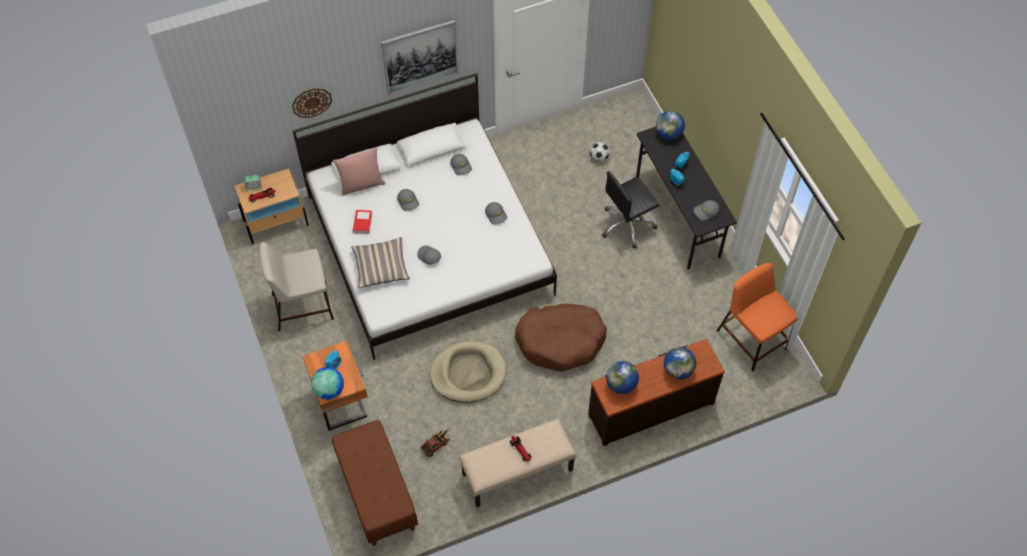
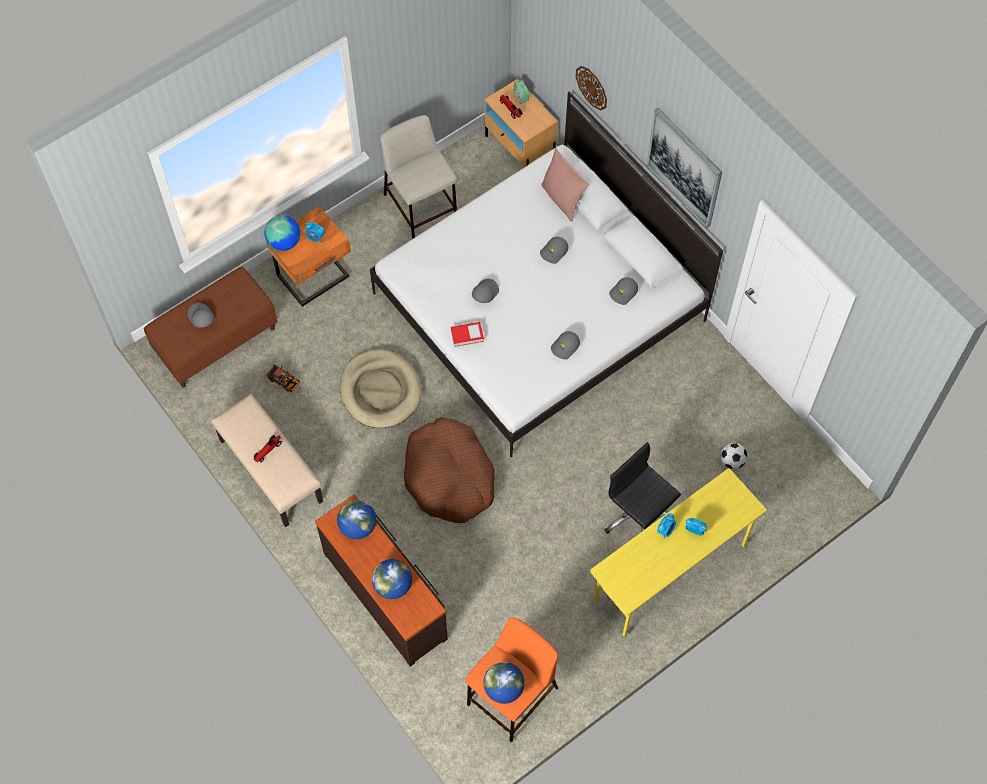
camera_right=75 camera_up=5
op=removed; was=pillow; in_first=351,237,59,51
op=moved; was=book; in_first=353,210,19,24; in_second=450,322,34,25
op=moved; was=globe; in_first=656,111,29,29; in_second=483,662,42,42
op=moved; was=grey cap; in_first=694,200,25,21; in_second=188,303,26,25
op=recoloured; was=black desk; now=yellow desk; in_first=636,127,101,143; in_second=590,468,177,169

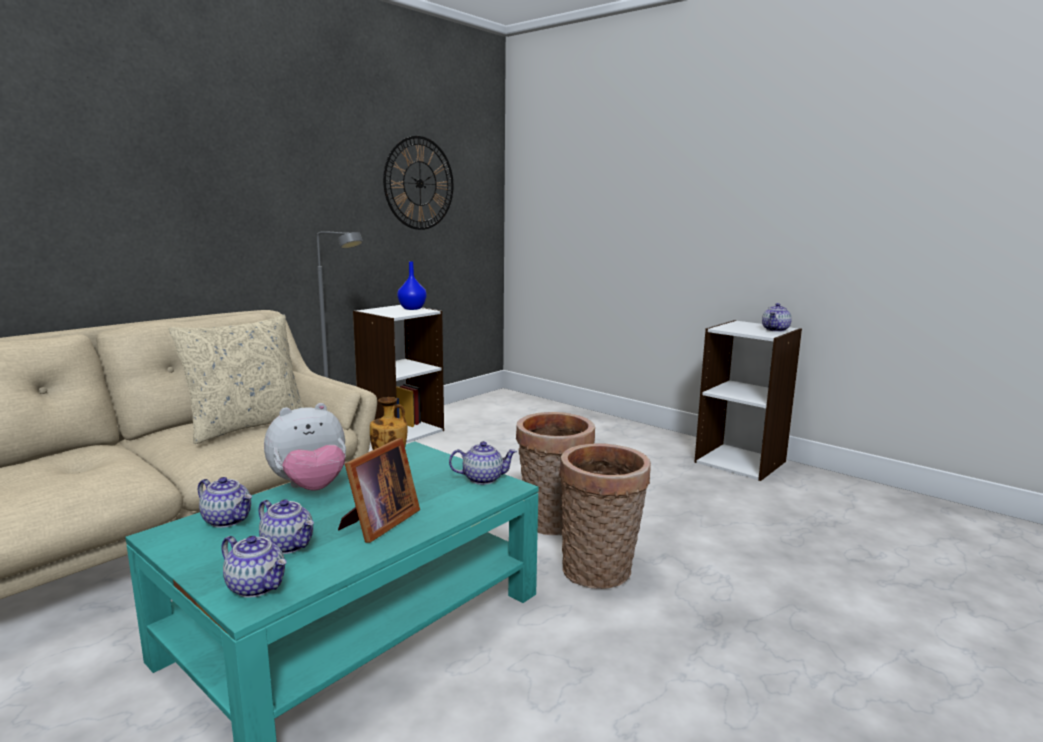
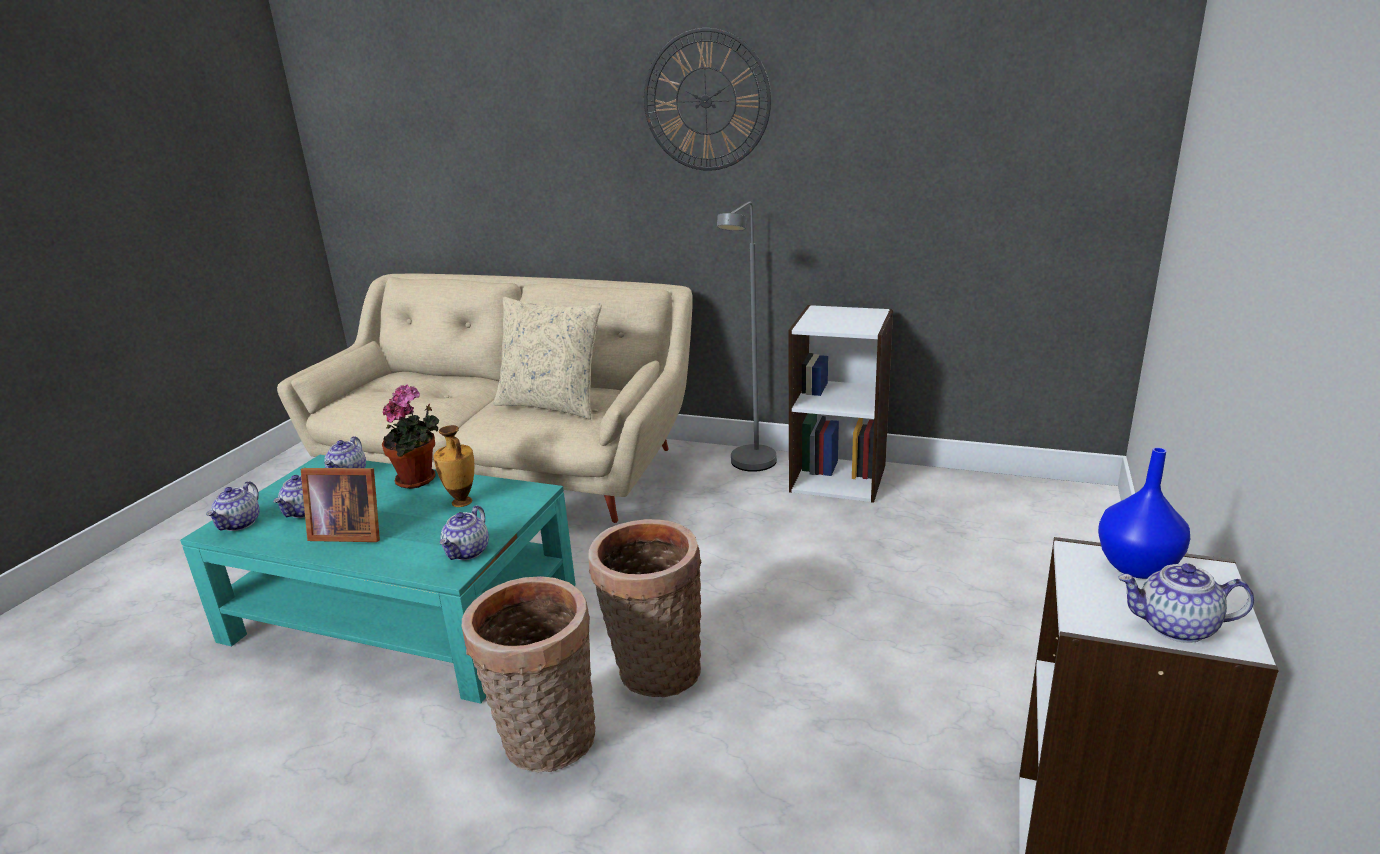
camera_right=70 camera_up=10
op=moved; was=wall clock; in_first=383,136,70,94; in_second=644,28,127,143
op=moved; was=blue vase; in_first=397,261,30,49; in_second=1098,448,92,131
op=replaced; was=plush toy; now=potted plant; in_first=264,403,82,88; in_second=382,384,57,105
op=turned; was=teapot; in_first=449,441,68,44; in_second=440,506,49,54; clockwise=45

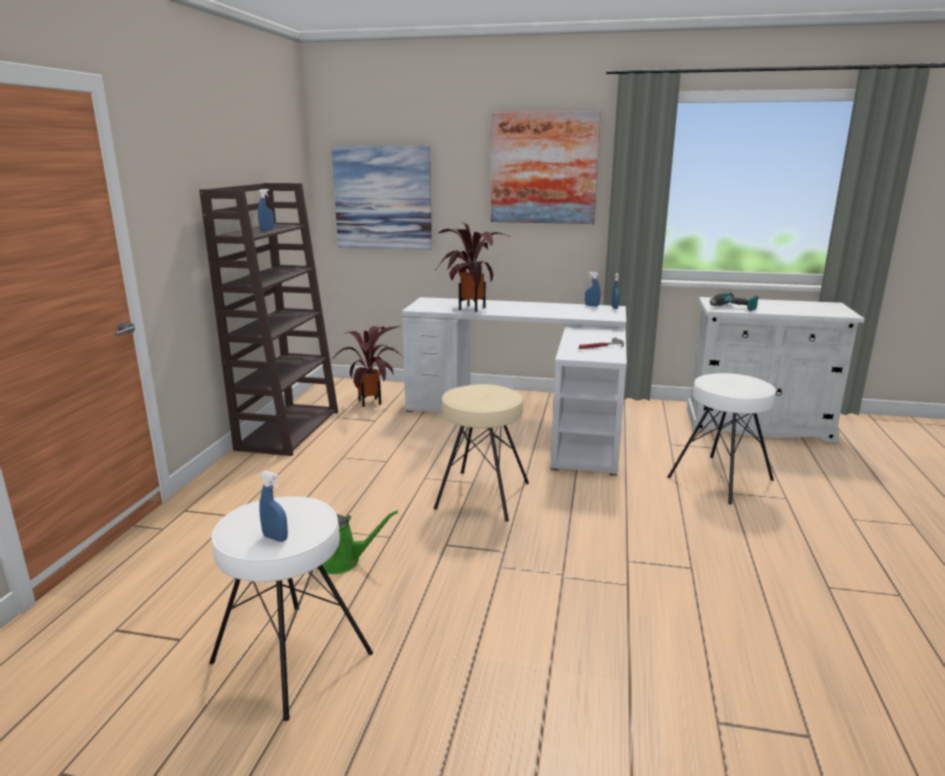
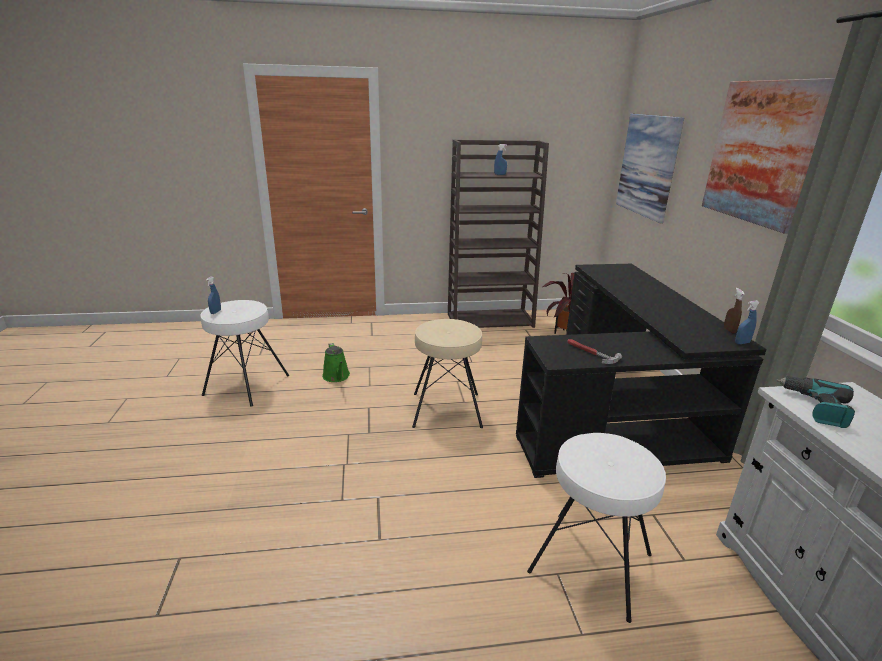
camera_right=70 camera_up=5
op=removed; was=potted plant; in_first=435,222,75,90
op=recoloured; was=white desk; now=black desk; in_first=402,297,225,179; in_second=516,264,251,214
op=recoloured; was=blue spray bottle; now=brown spray bottle; in_first=585,271,15,35; in_second=724,288,21,45

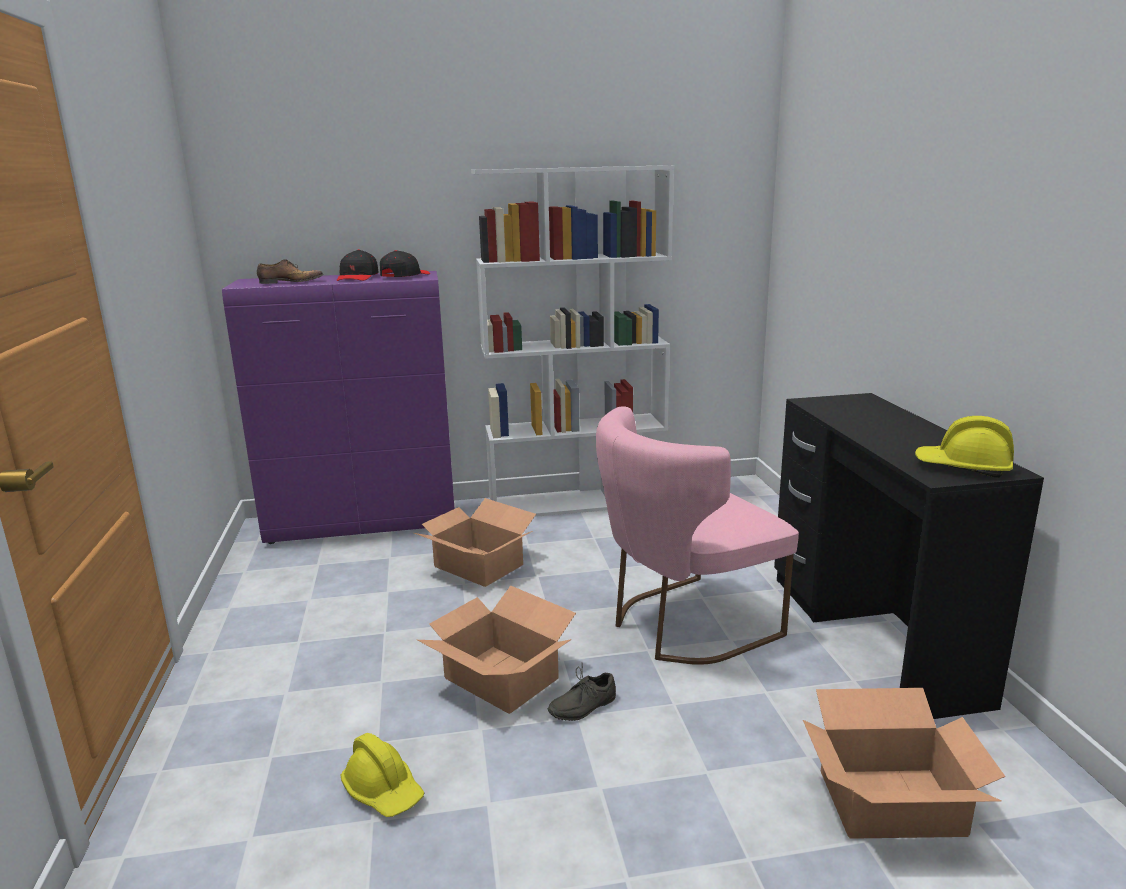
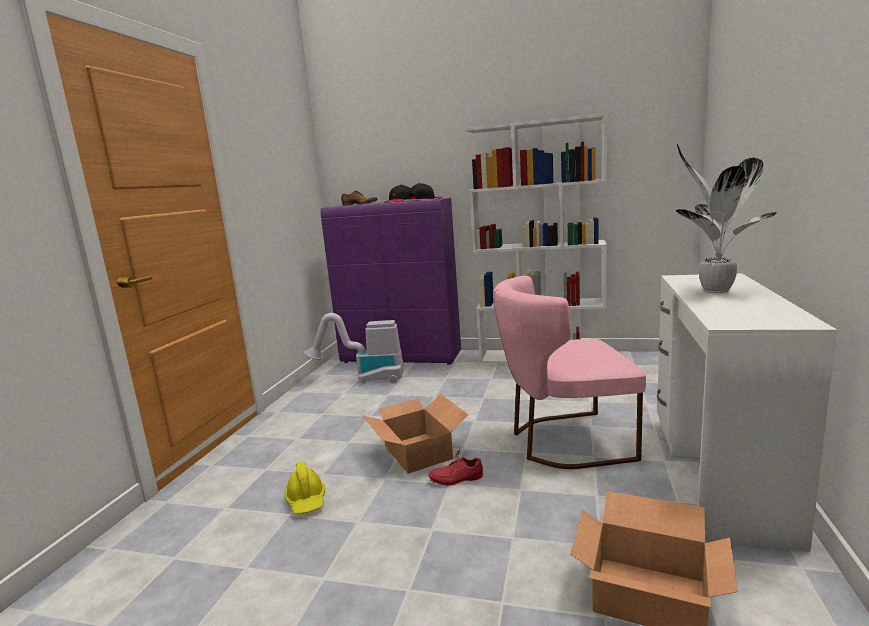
camera_right=25 camera_up=-5
op=removed; was=cardboard box; in_first=414,498,122,89
op=removed; was=yellow hard hat; in_first=915,416,99,62
op=added; now=vacuum cleaner; in_second=304,313,100,71
op=added; now=potted plant; in_second=676,144,101,149
op=recoloured; was=grey shoe; now=red shoe; in_first=548,664,68,57; in_second=429,449,54,37
op=recoloured; was=black desk; now=white desk; in_first=774,393,270,326; in_second=657,273,180,279

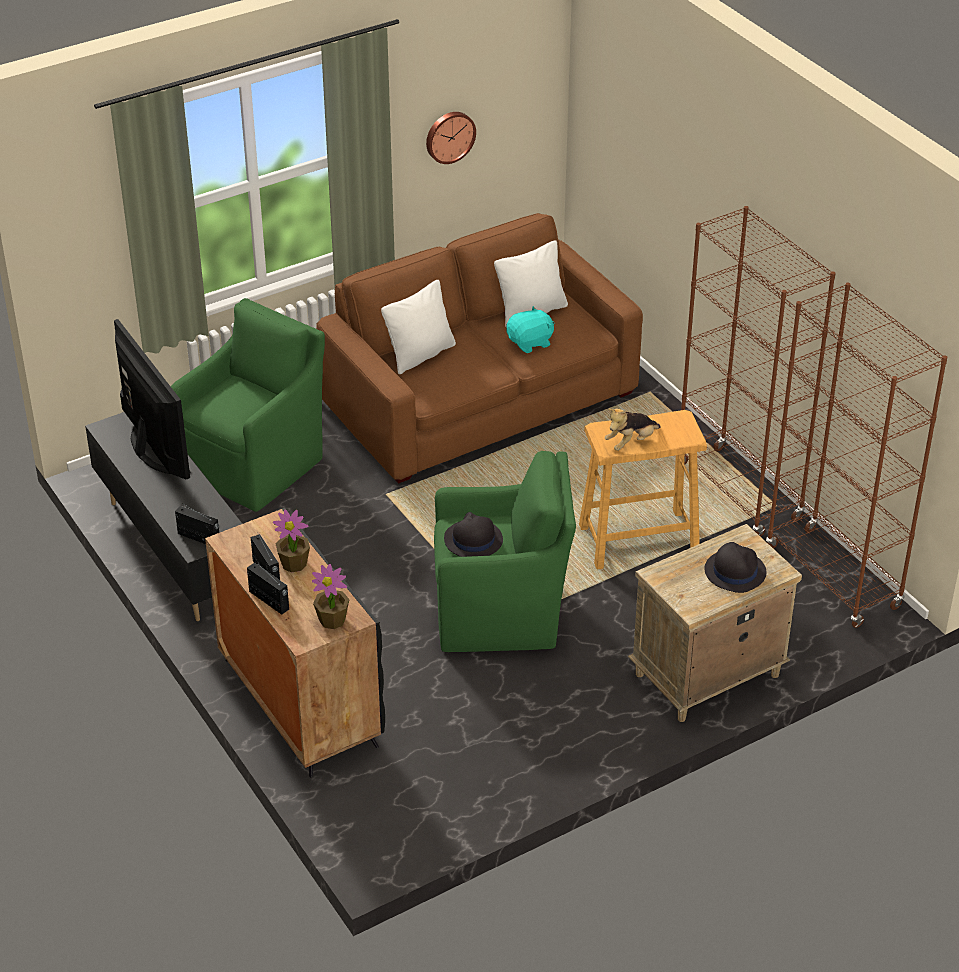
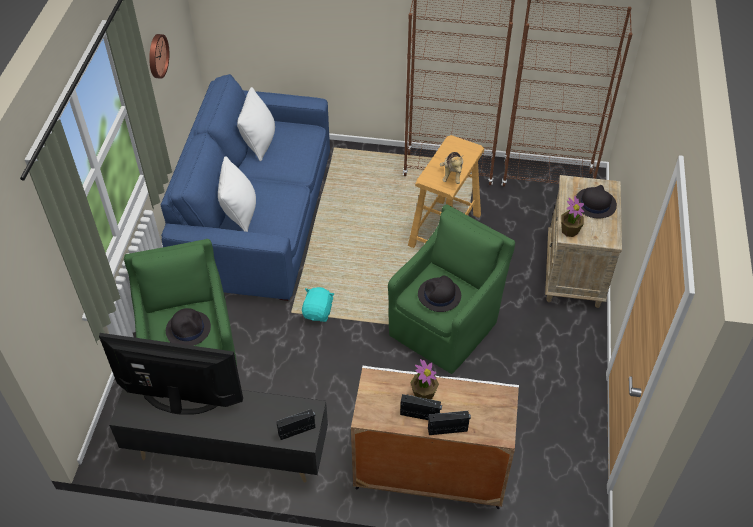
camera_right=-50 camera_up=10
op=added; now=black hat; in_second=166,308,45,38
op=moved; was=potted plant; in_first=312,564,38,65; in_second=561,196,23,41
op=moved; was=turquoise plush toy; in_first=506,306,49,47; in_second=302,287,32,35
op=recoloured; was=black cabinet; now=white cabinet; in_first=205,508,180,269; in_second=351,366,168,143
op=recoloured; was=brown sofa; now=blue sofa; in_first=316,213,327,271; in_second=161,74,169,227

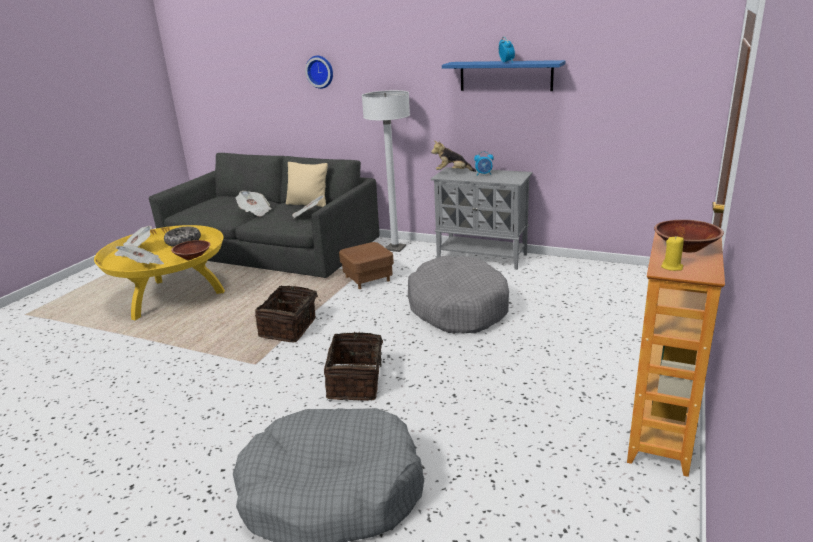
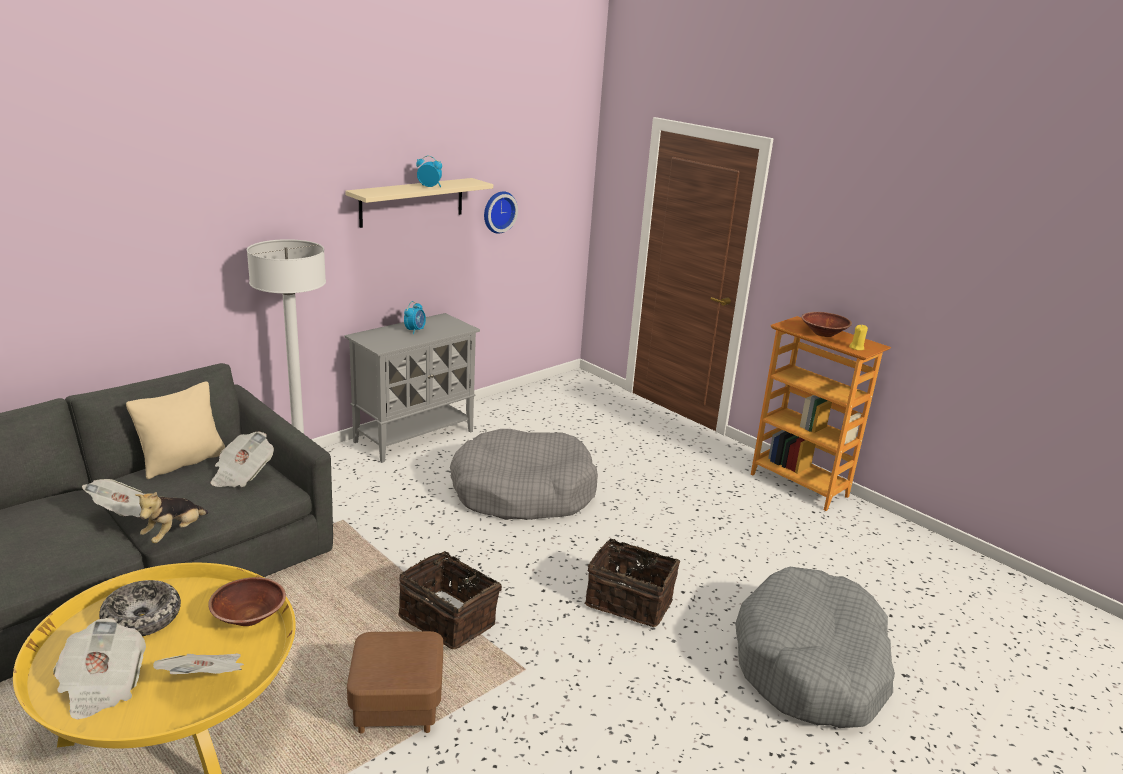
camera_right=-70 camera_up=0
op=moved; was=wall clock; in_first=305,56,28,33; in_second=484,191,34,43
op=moved; was=brown ottoman; in_first=339,242,55,47; in_second=347,631,96,103
op=moved; was=plush toy; in_first=431,141,45,31; in_second=135,492,74,51
op=recoloured; was=blue shelf; now=beige shelf; in_first=442,60,123,31; in_second=345,178,148,50

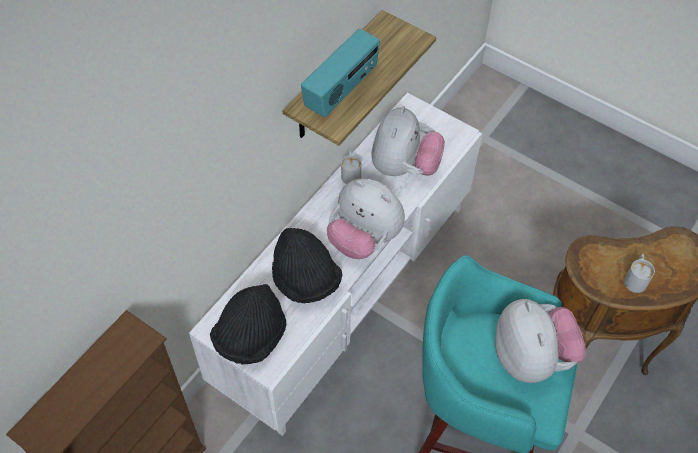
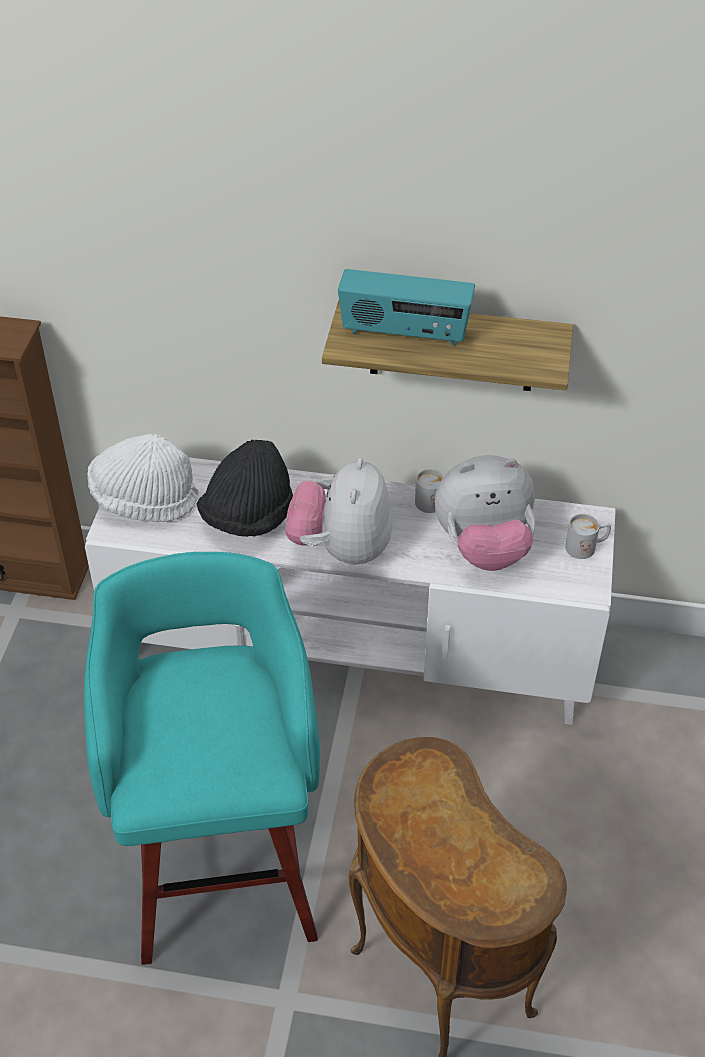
camera_right=65 camera_up=-10
op=removed; was=plush toy; in_first=495,299,91,84
op=moved; was=white mug; in_first=624,254,31,39; in_second=565,514,46,45
op=recoloured; was=black hat; now=white hat; in_first=210,284,76,80; in_second=87,434,111,88

